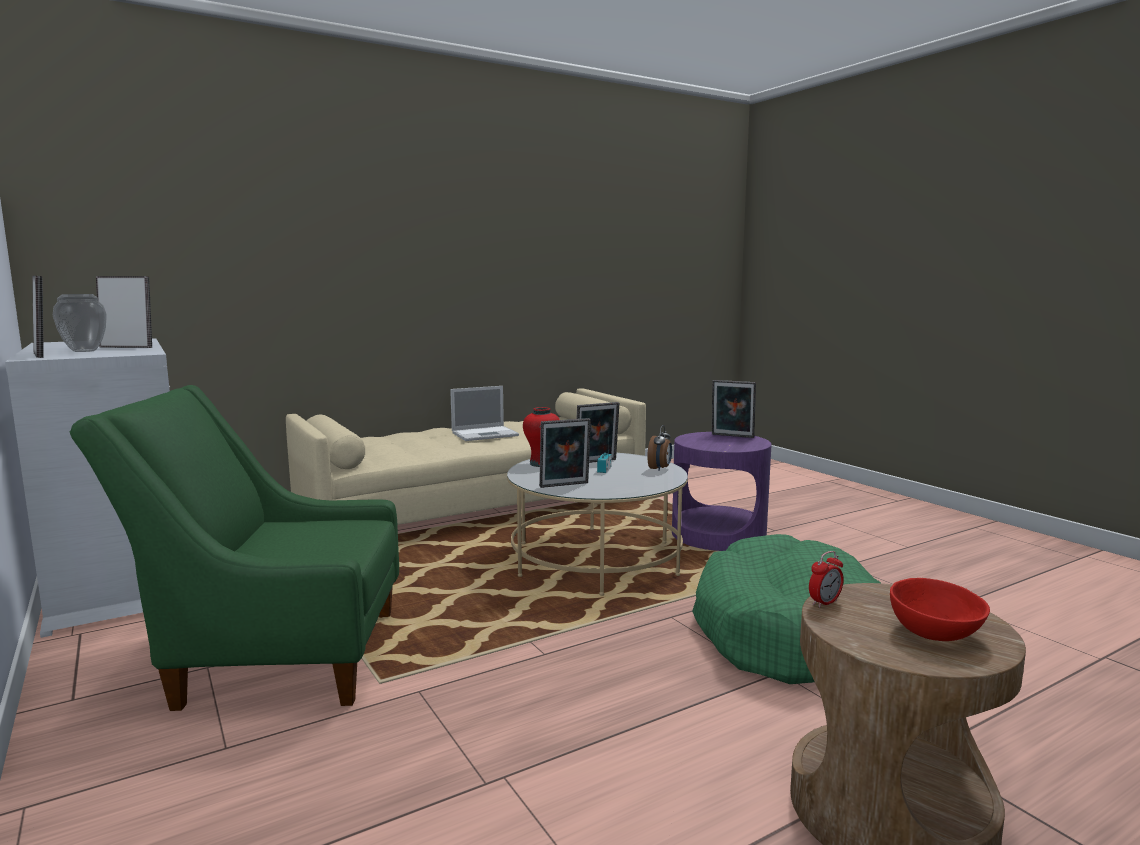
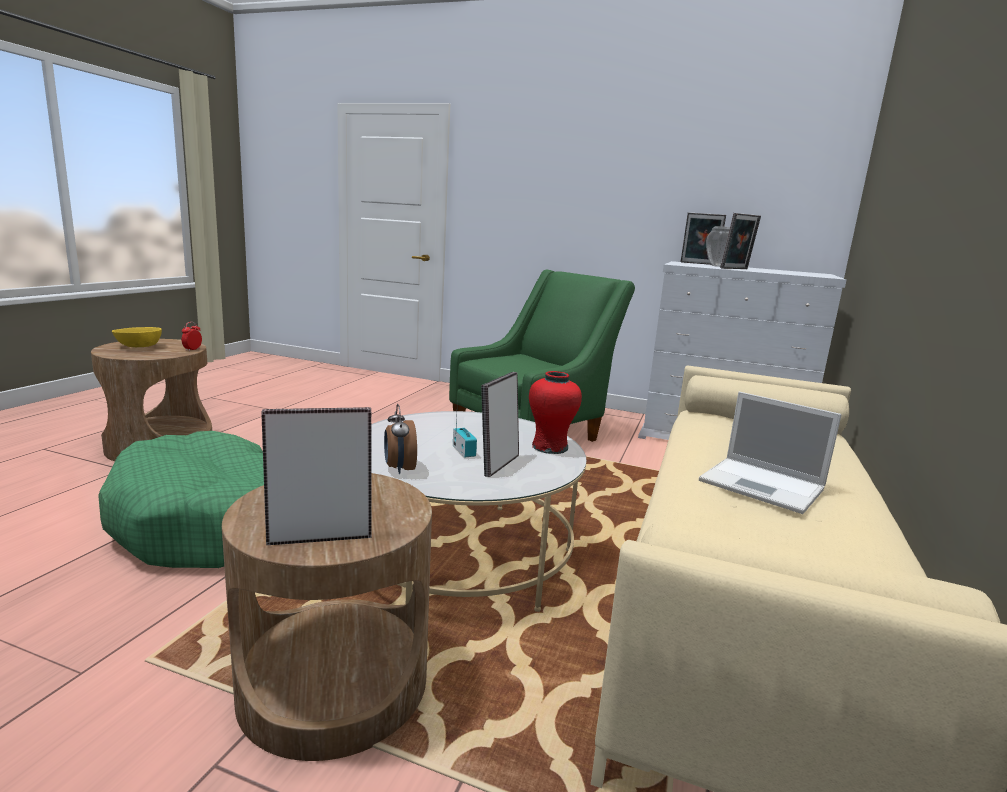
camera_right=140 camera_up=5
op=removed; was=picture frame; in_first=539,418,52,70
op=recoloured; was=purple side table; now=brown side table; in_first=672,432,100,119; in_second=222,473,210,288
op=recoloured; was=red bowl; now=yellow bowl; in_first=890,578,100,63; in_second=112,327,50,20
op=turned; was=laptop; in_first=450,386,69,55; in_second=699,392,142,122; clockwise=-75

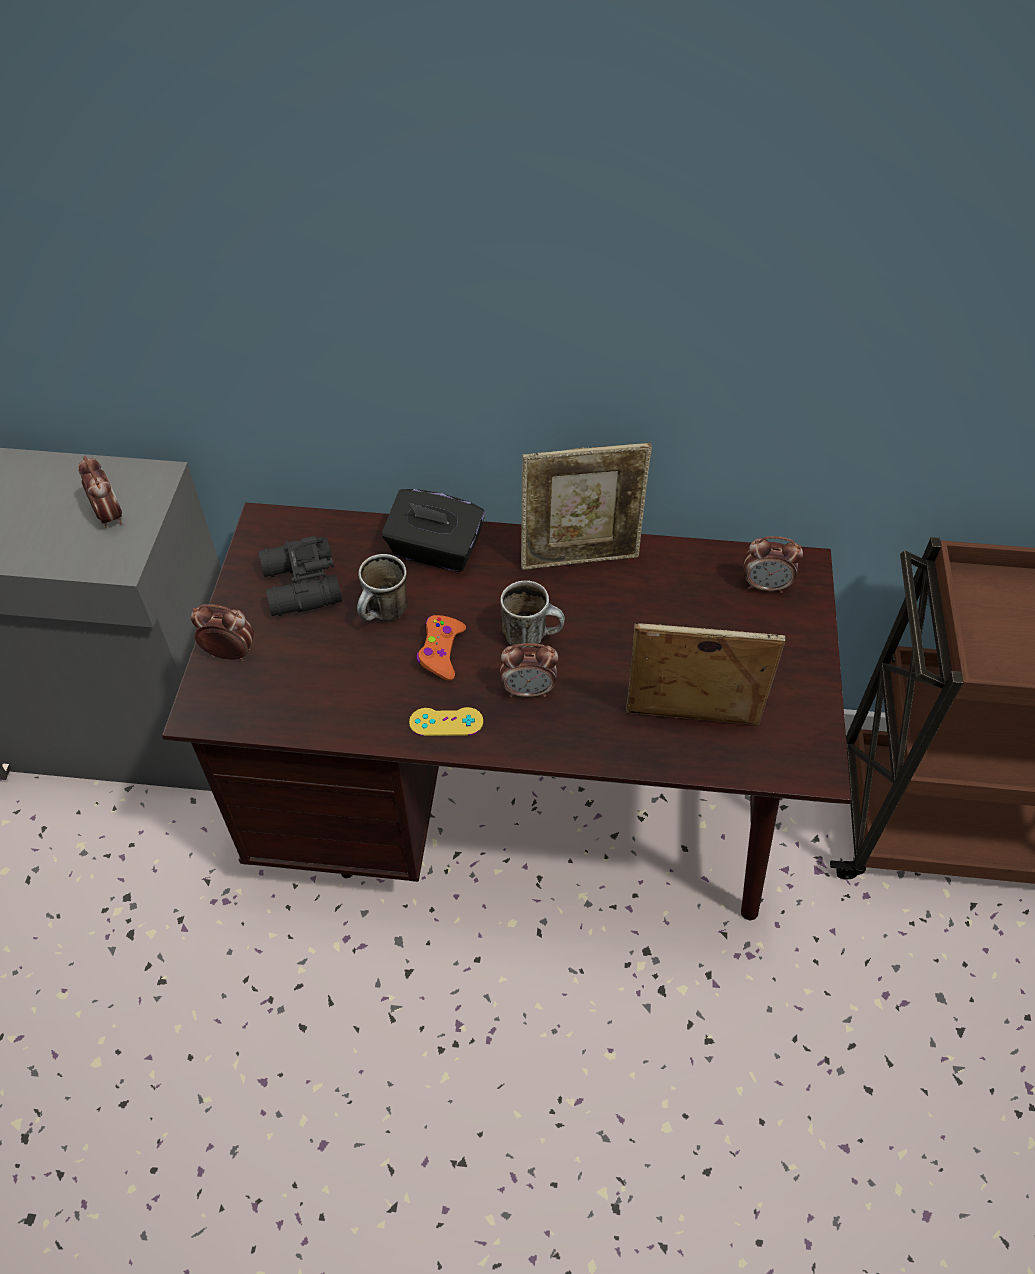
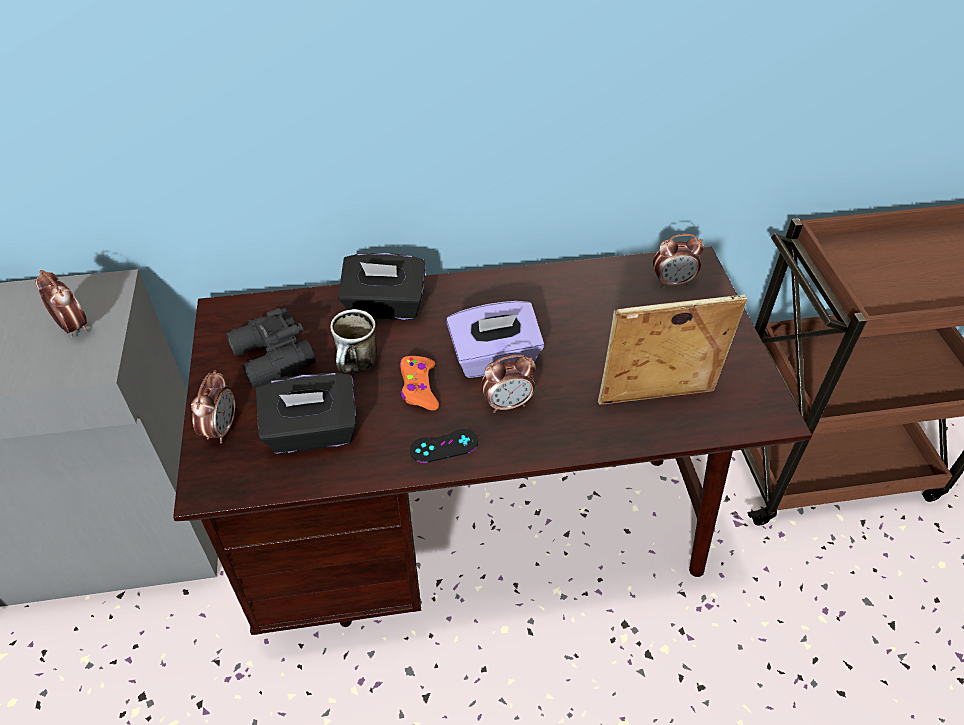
camera_right=-15 camera_up=-5
op=removed; was=picture frame; in_first=521,443,131,127
op=added; now=black tissue box; in_second=256,373,101,81
op=replaced; was=mug; now=purple tissue box; in_first=500,580,65,68; in_second=446,301,98,77
op=recoloured; was=yellow game controller; now=black game controller; in_first=409,707,74,29; in_second=410,429,68,34
op=turned; was=alarm clock; in_first=191,604,63,57; in_second=191,370,44,73; clockwise=105

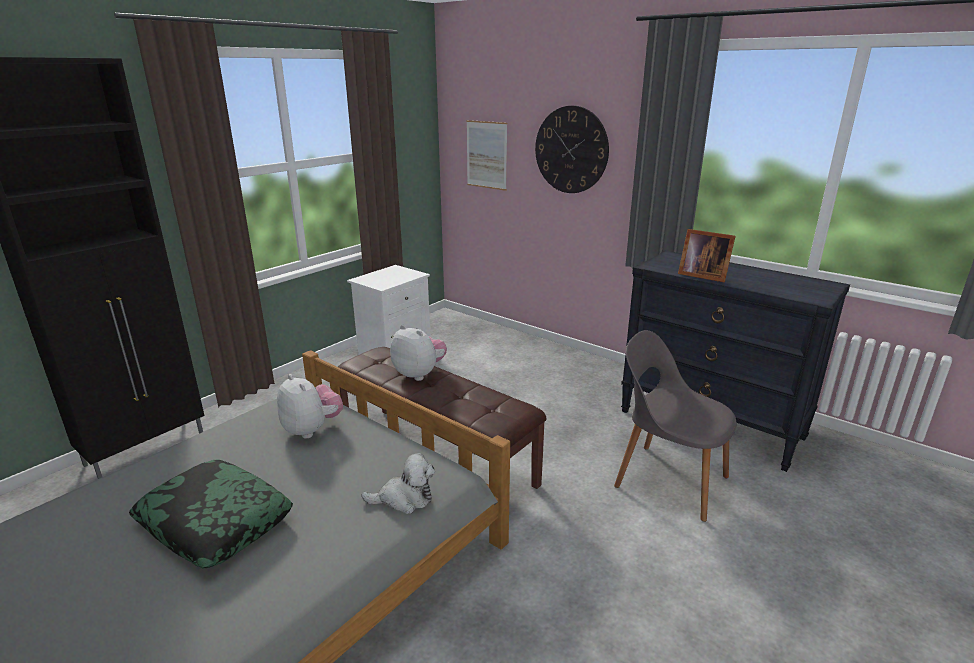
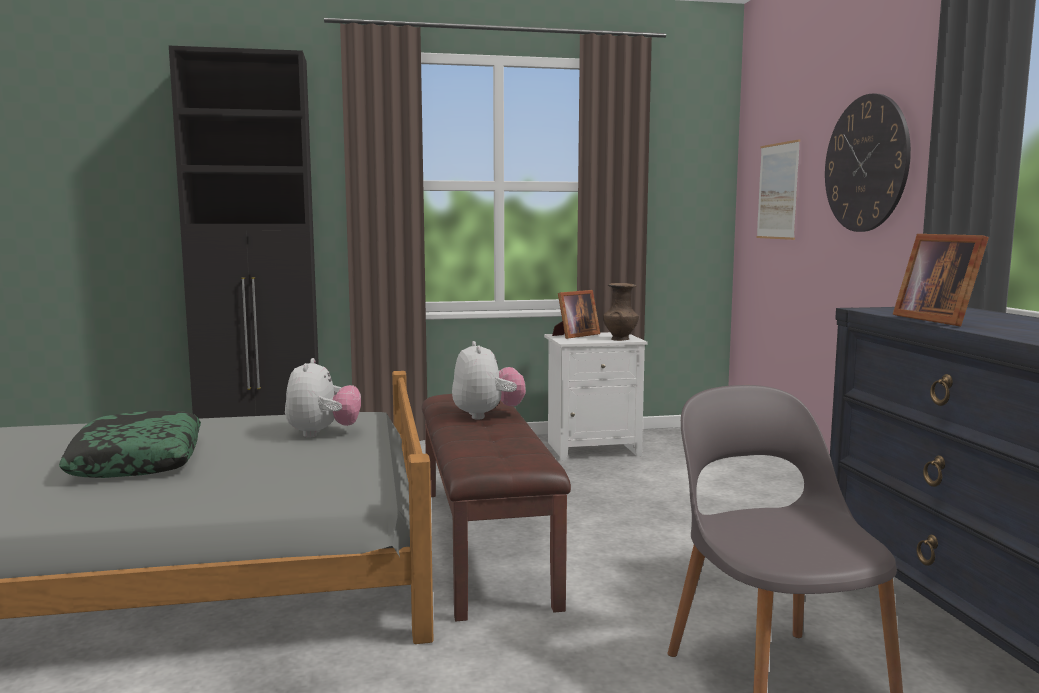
camera_right=40 camera_up=-15
op=removed; was=plush toy; in_first=361,453,74,61
op=added; now=picture frame; in_second=552,290,48,49
op=added; now=brown vase; in_second=603,283,36,58

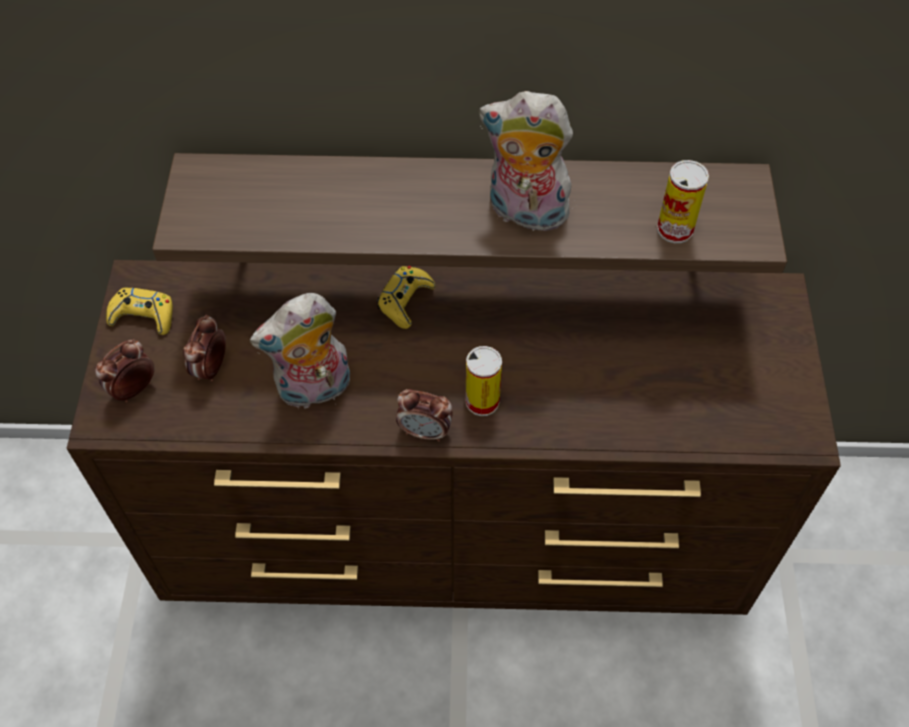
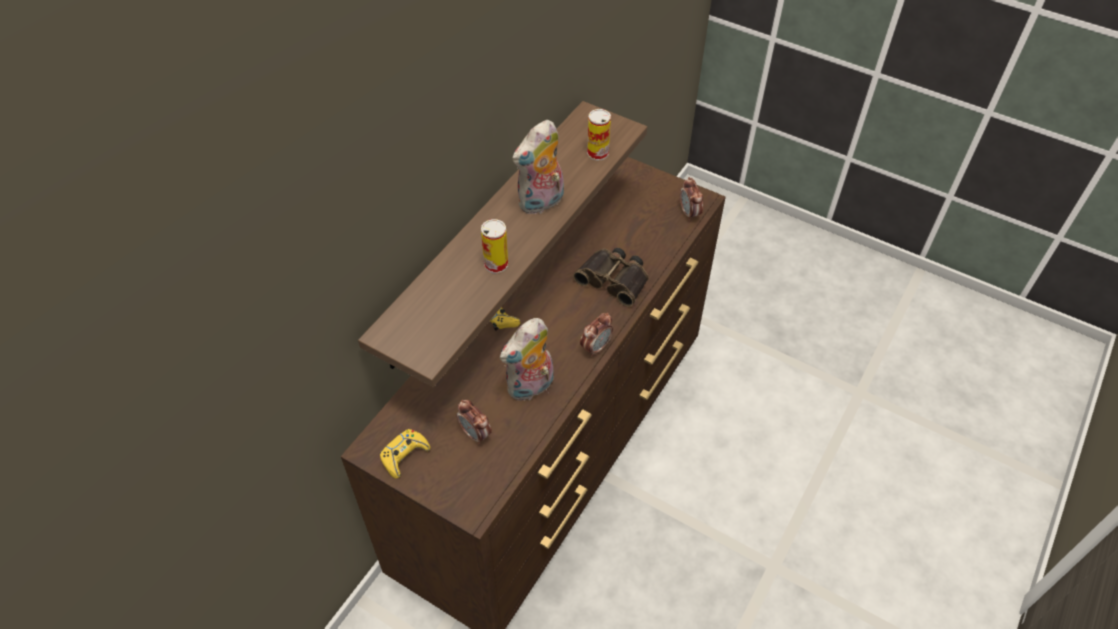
camera_right=-60 camera_up=-5
op=added; now=binoculars; in_second=573,248,76,59
op=moved; was=alarm clock; in_first=95,339,60,64; in_second=680,177,23,44
op=moved; was=can; in_first=466,346,36,70; in_second=481,219,27,54
op=turned; was=plush toy; in_first=250,293,100,117; in_second=500,318,54,83; clockwise=45

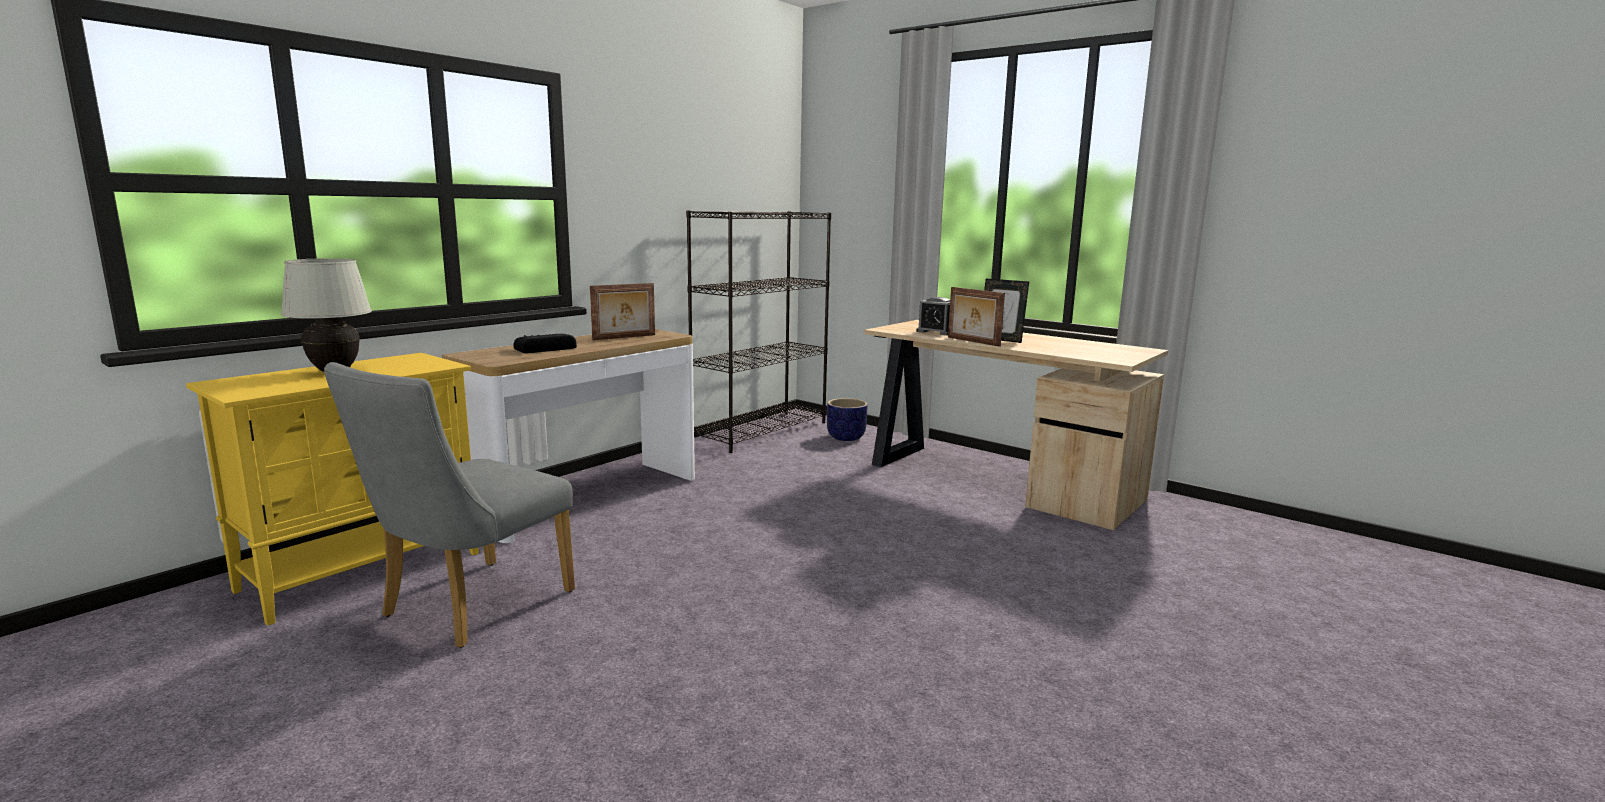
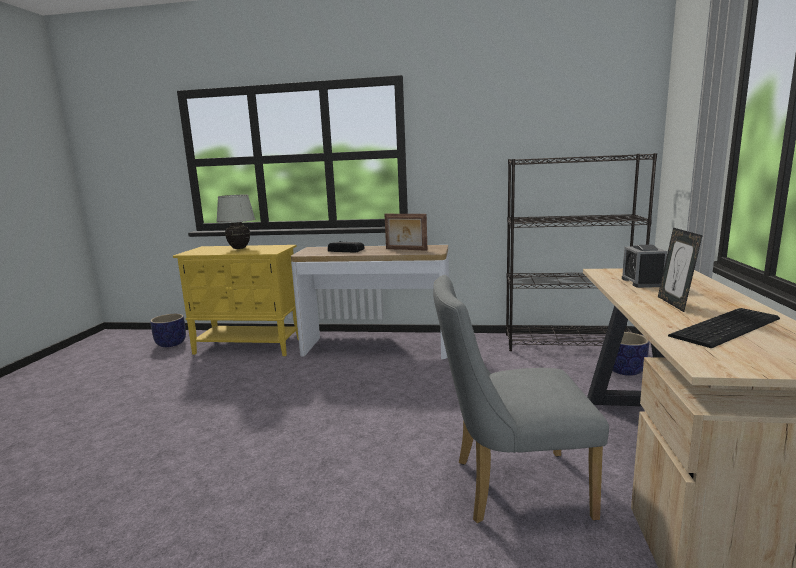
camera_right=60 camera_up=0
op=removed; was=picture frame; in_first=948,287,57,60
op=added; now=planter; in_second=150,314,36,33
op=added; now=keyboard; in_second=668,308,112,40
op=moved; was=grey chair; in_first=324,362,251,286; in_second=433,275,176,248

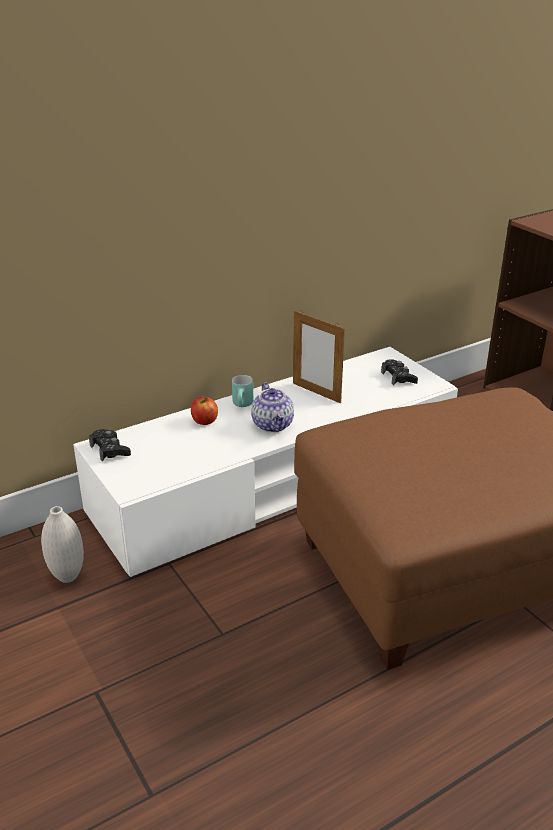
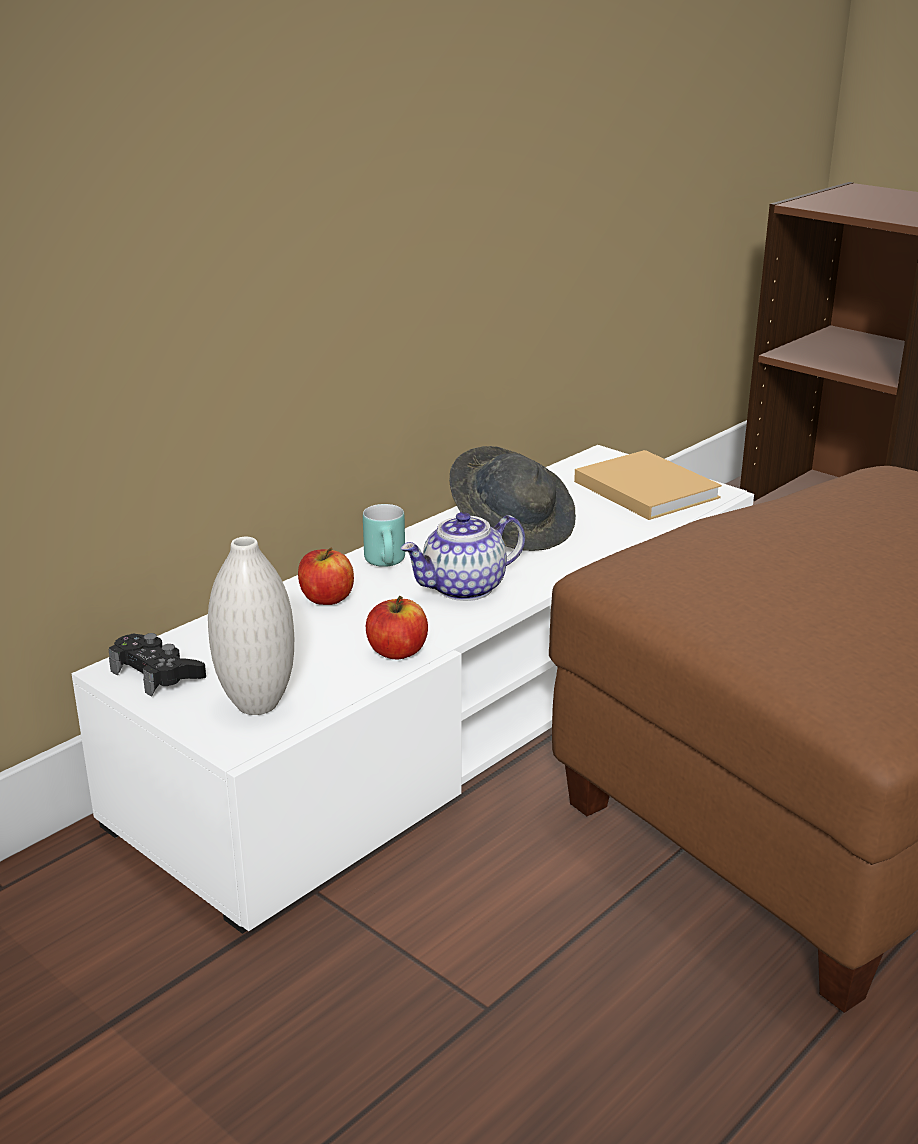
camera_right=-15 camera_up=-5
op=added; now=apple; in_second=366,596,62,63
op=moved; was=white vase; in_first=41,506,43,77; in_second=208,537,86,178
op=replaced; was=picture frame; now=grey hat; in_first=293,310,52,94; in_second=449,446,127,105
op=replaced; was=black game controller; now=beige book; in_first=381,359,37,27; in_second=574,450,148,70
op=turned; was=teapot; in_first=251,382,43,50; in_second=401,512,124,89; clockwise=90

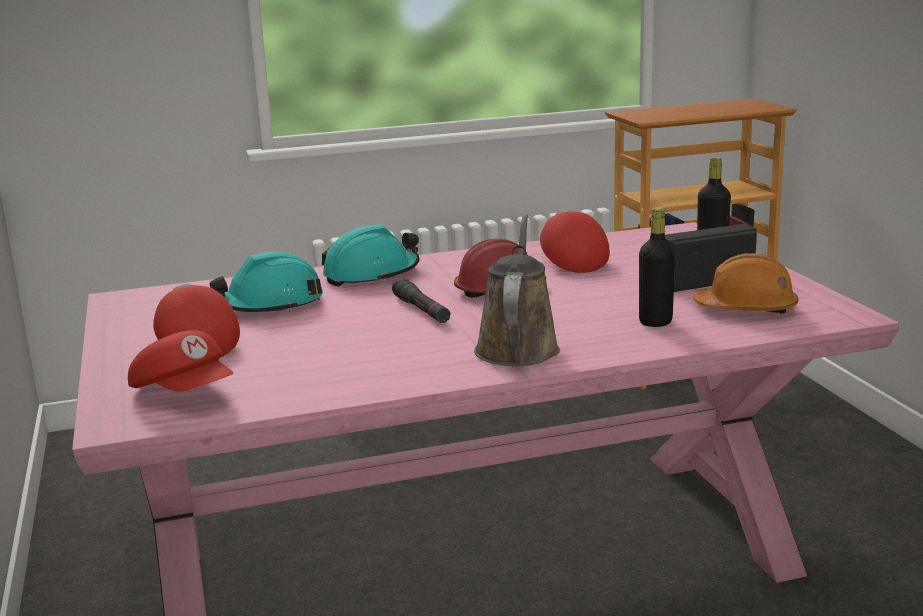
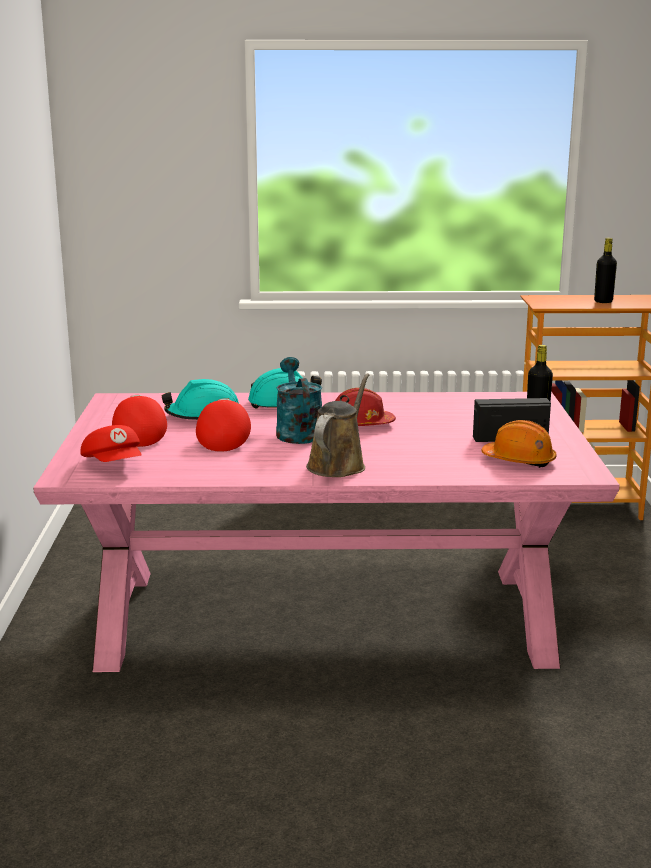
camera_right=15 camera_up=0
op=moved; was=red cap; in_first=540,210,70,63; in_second=196,398,55,54
op=moved; was=black bottle; in_first=639,207,36,120; in_second=594,238,23,65
op=replaced; was=black flashlight; now=turquoise watering can; in_first=392,278,59,45; in_second=276,357,46,87

